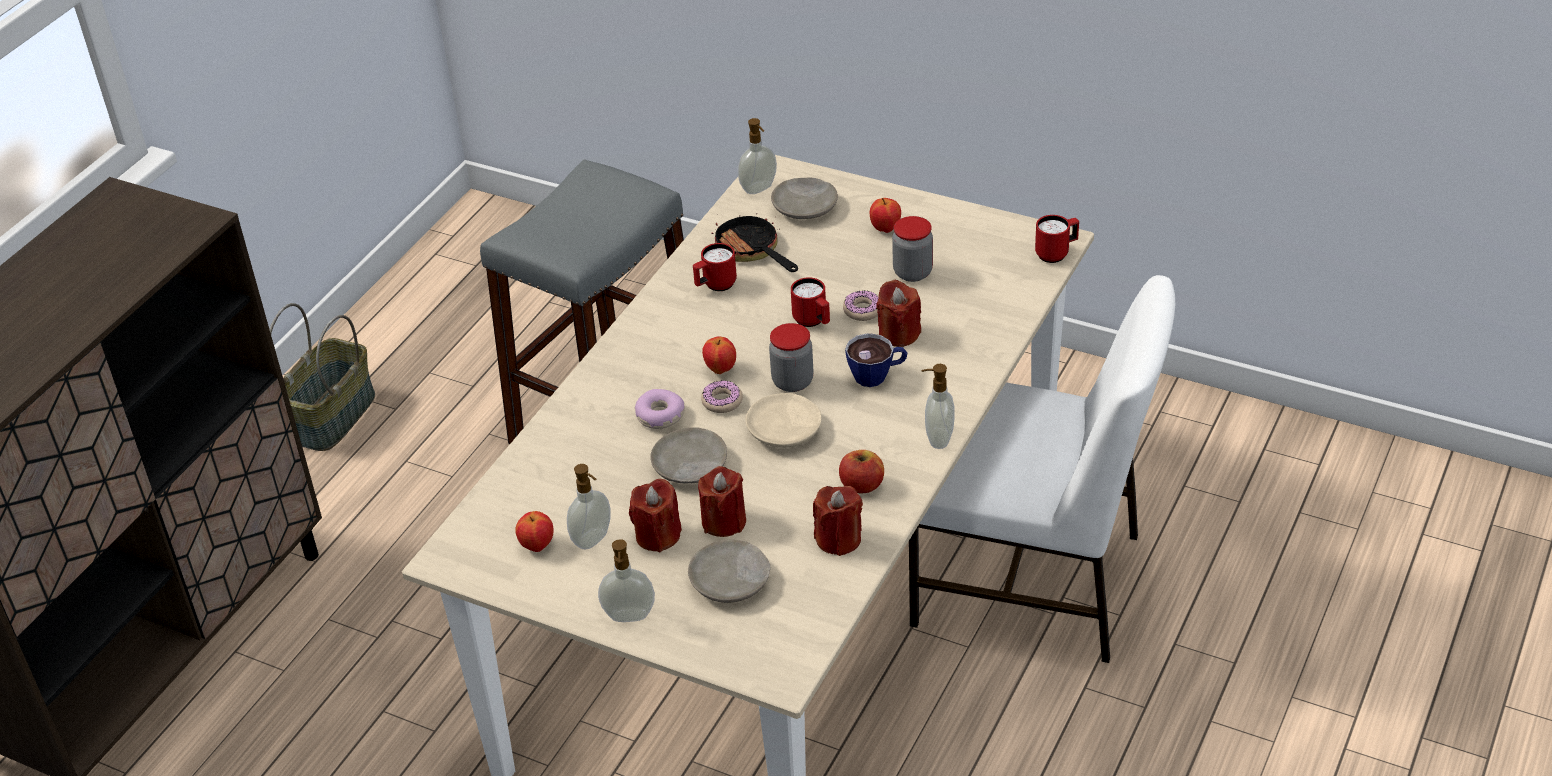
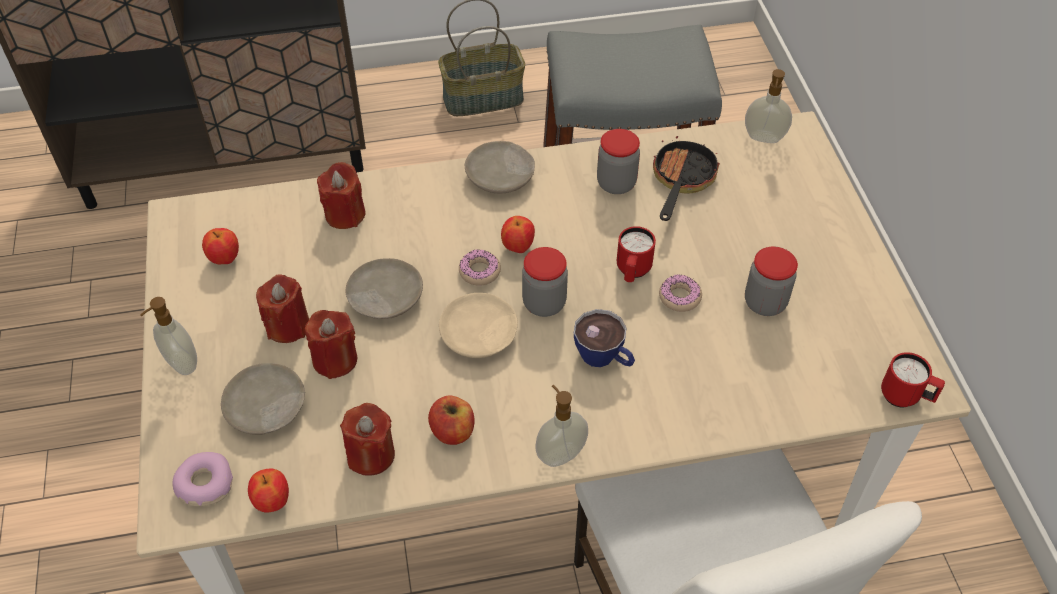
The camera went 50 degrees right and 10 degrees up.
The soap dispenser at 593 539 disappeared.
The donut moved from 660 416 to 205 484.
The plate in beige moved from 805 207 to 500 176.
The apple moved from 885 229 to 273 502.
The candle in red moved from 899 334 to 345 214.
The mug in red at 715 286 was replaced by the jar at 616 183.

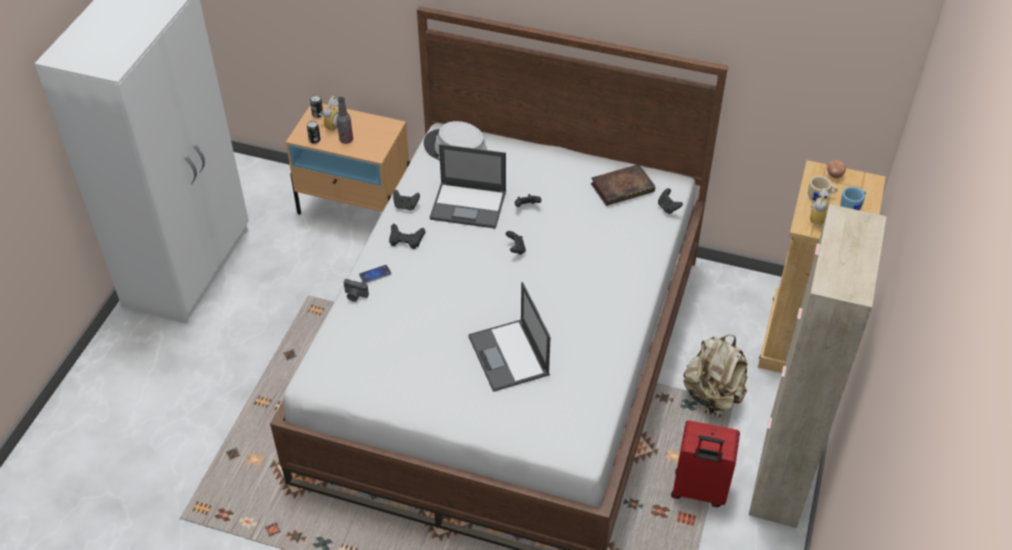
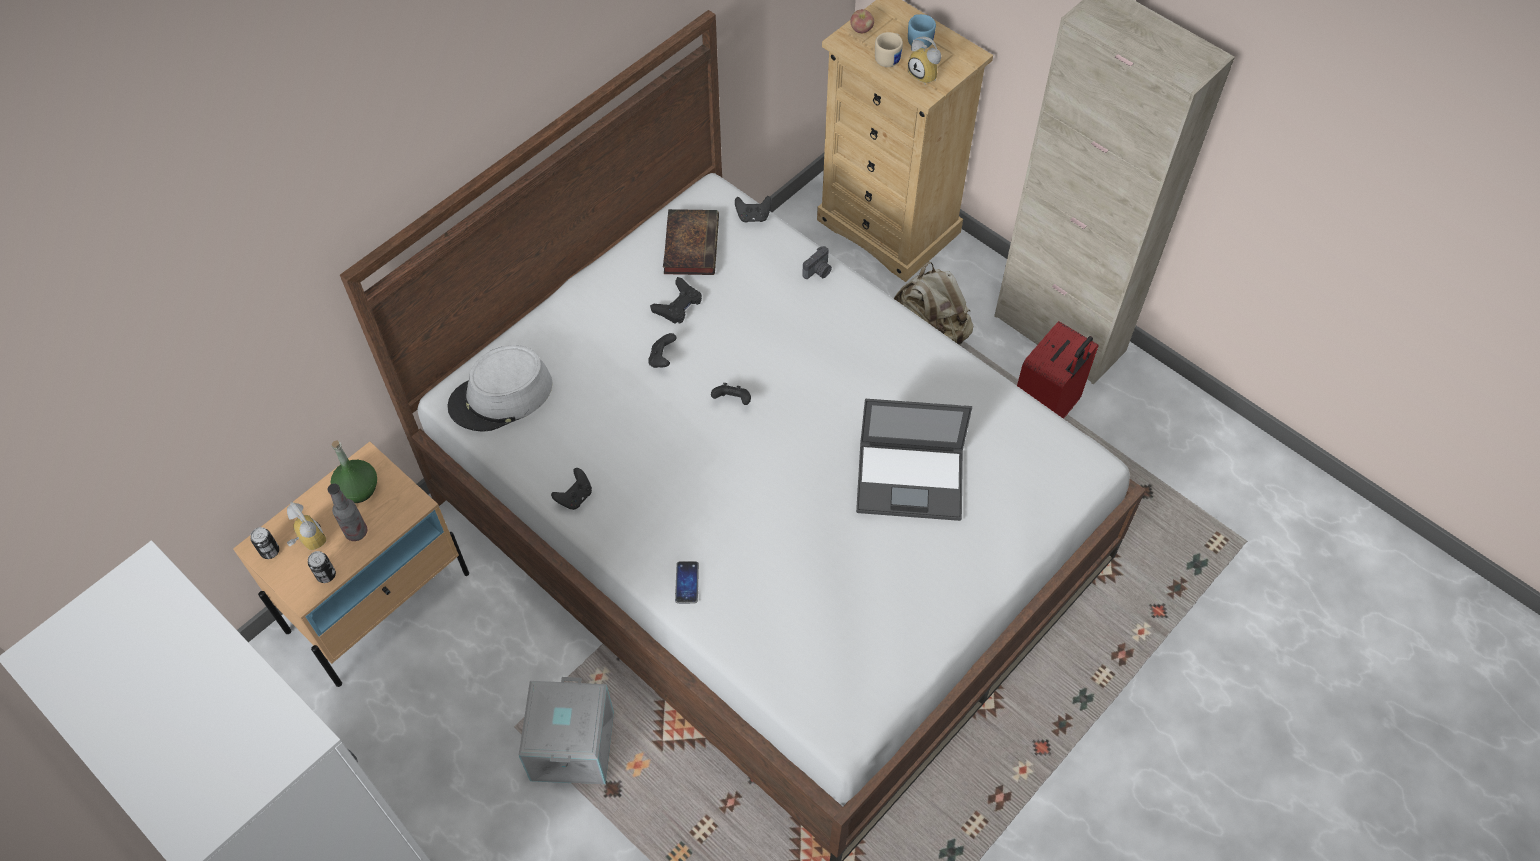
The camera went 65 degrees left and 10 degrees up.
The laptop at 469 205 disappeared.
The bottle in green at 357 489 appeared.
The storage box in grey at 570 745 appeared.
The photo camera moved from 355 296 to 818 271.
The game controller in black moved from 406 239 to 678 305.

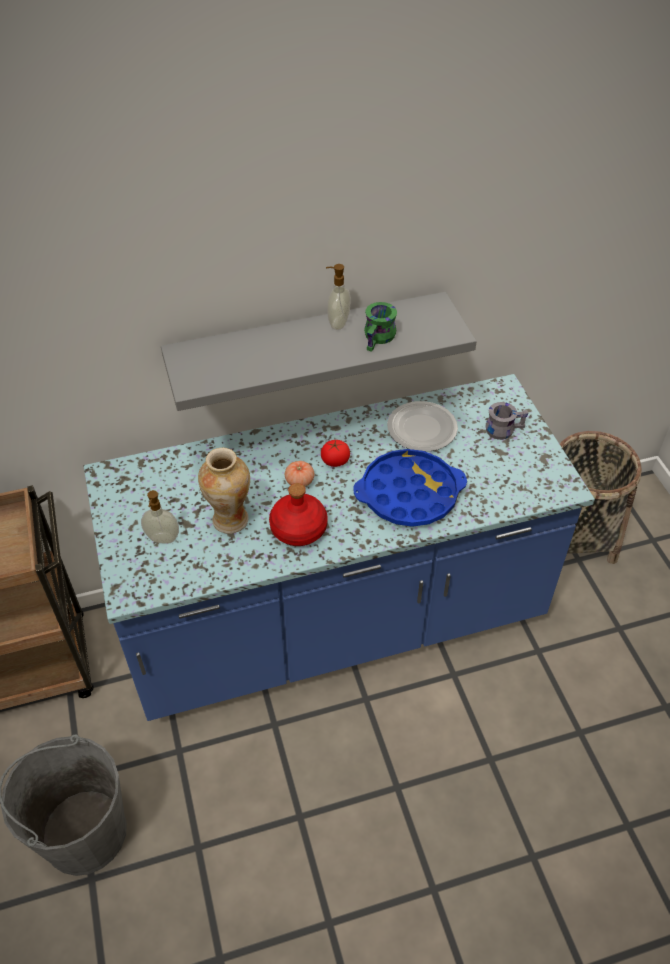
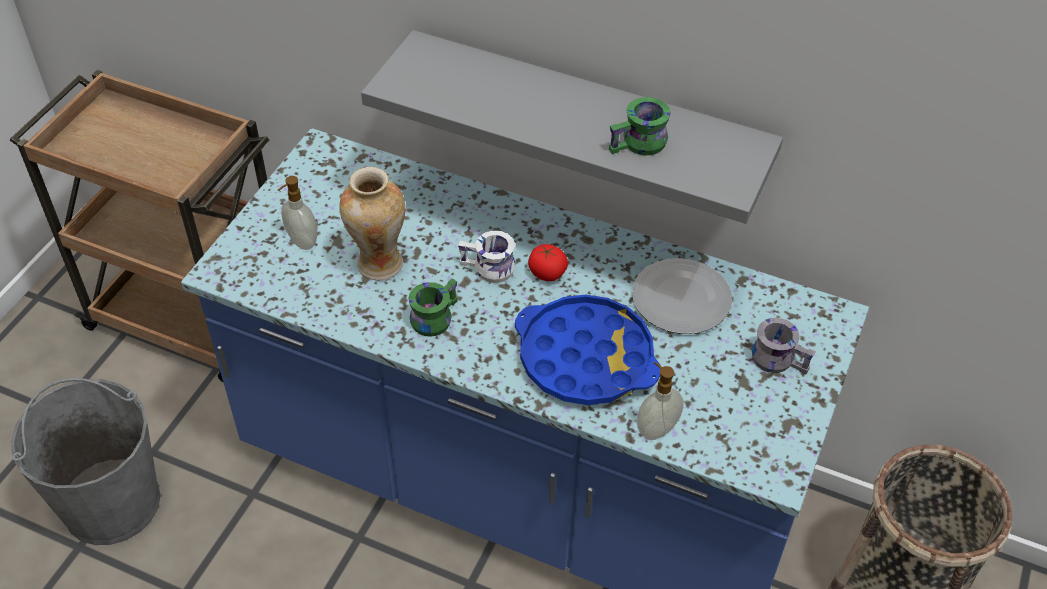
The camera went 40 degrees right and 0 degrees up.
The soap dispenser moved from 337 323 to 656 428.
The bottle in red at 298 528 was replaced by the mug in green at 433 316.
The tomato at 299 481 was replaced by the mug in white at 488 270.

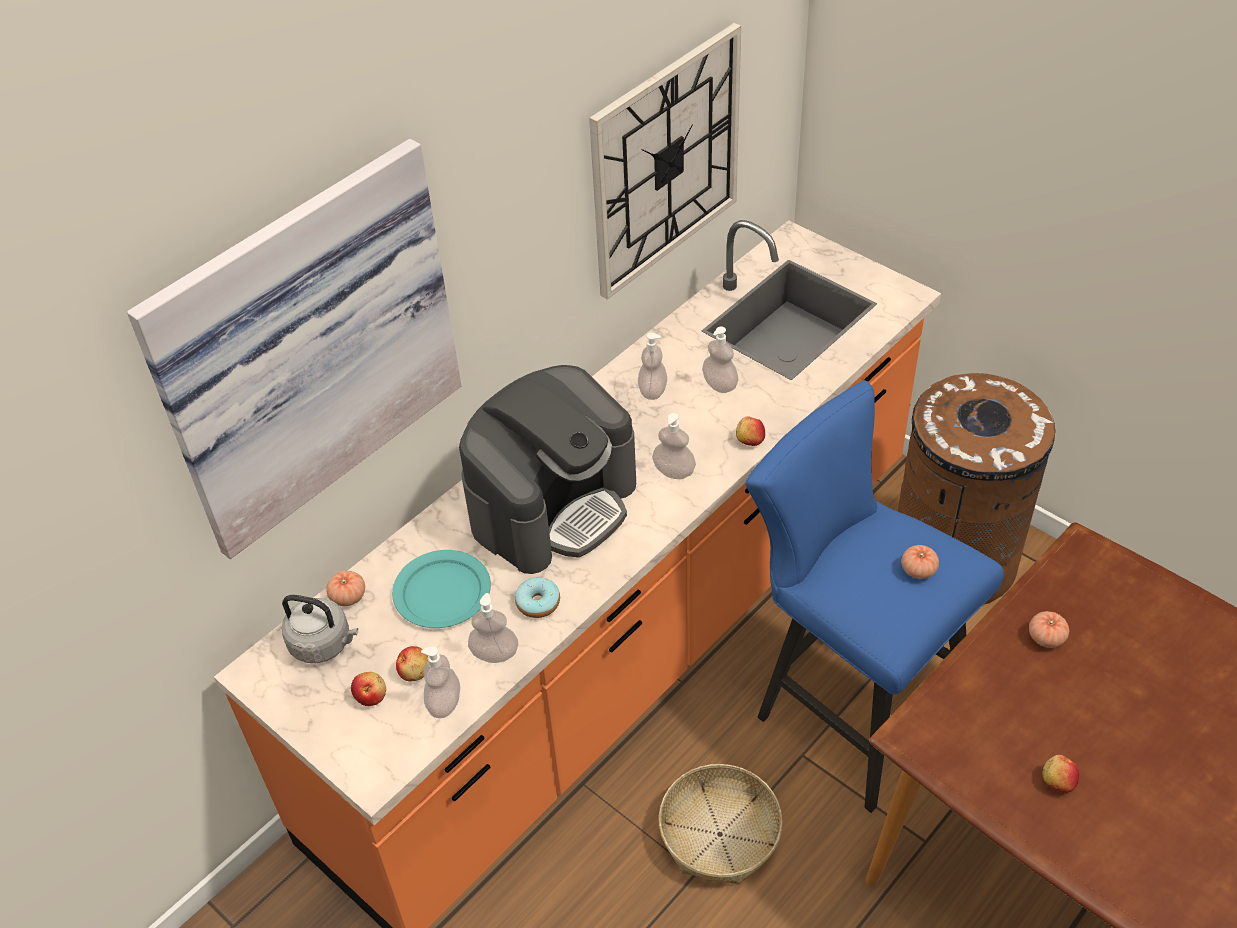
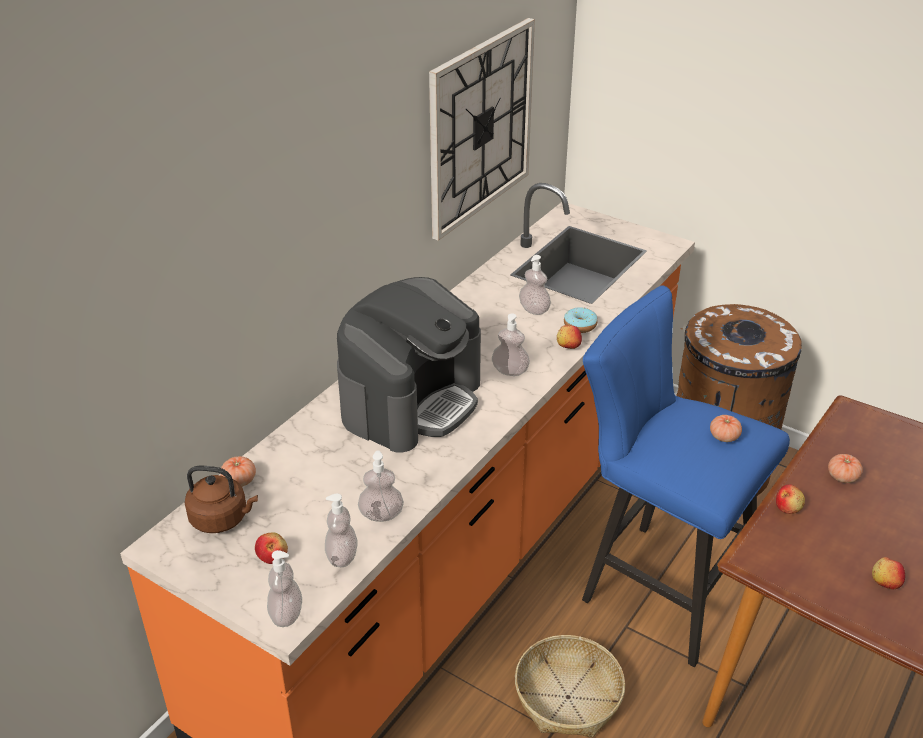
The camera went 10 degrees left and 10 degrees down.
The picture at 304 345 disappeared.
The plate in turquoise at 441 592 disappeared.
The apple moved from 415 672 to 788 508.
The donut moved from 538 603 to 580 325.
The soap dispenser moved from 652 391 to 286 614.
The kettle in grey at 324 644 became the kettle in brown at 222 519.

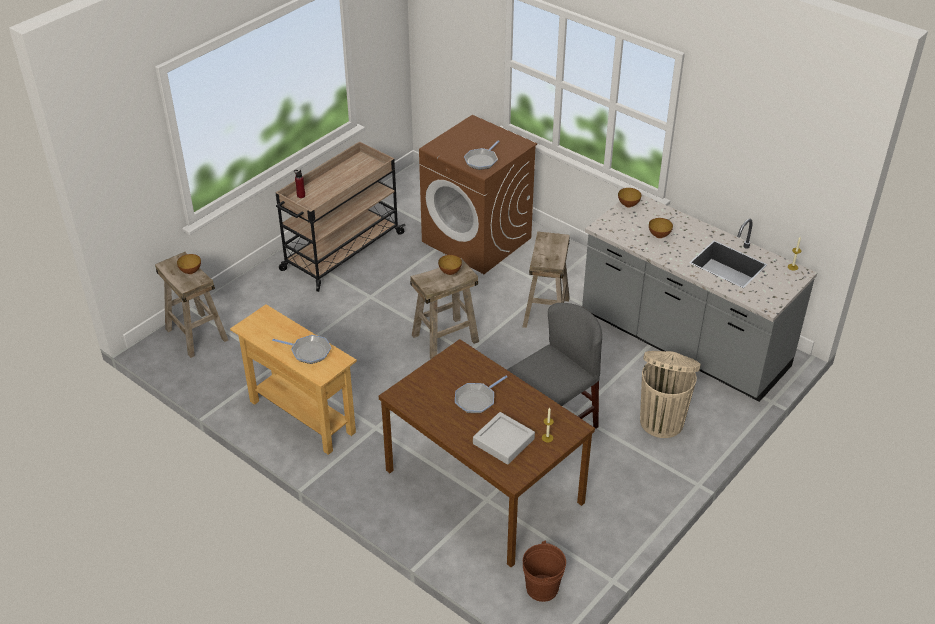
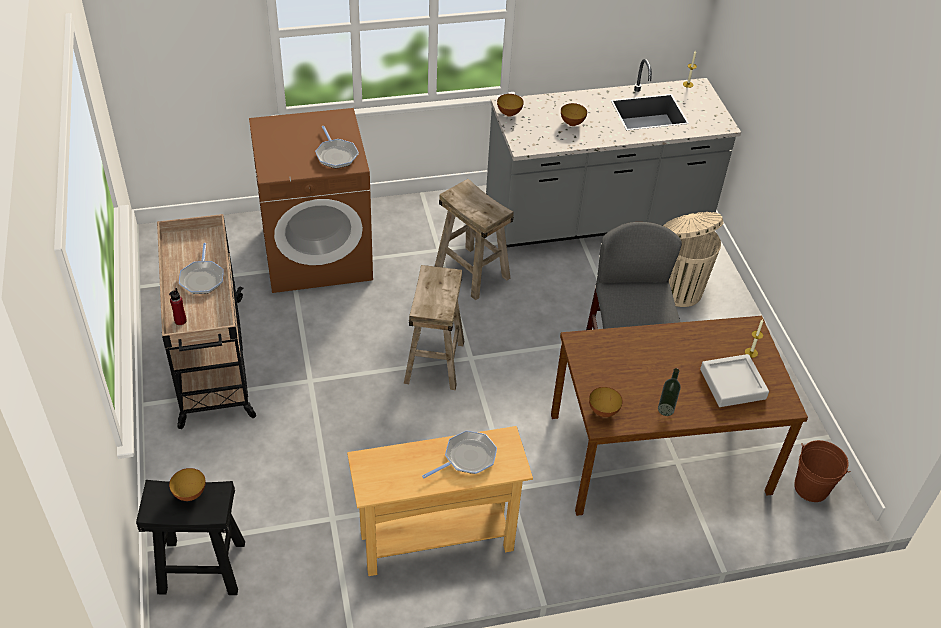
The camera went 55 degrees left and 5 degrees up.
The bottle at 665 409 appeared.
The bowl moved from 450 272 to 603 411.
The frying pan moved from 476 399 to 202 278.
The stool in beige at 196 334 became the stool in black at 201 568.

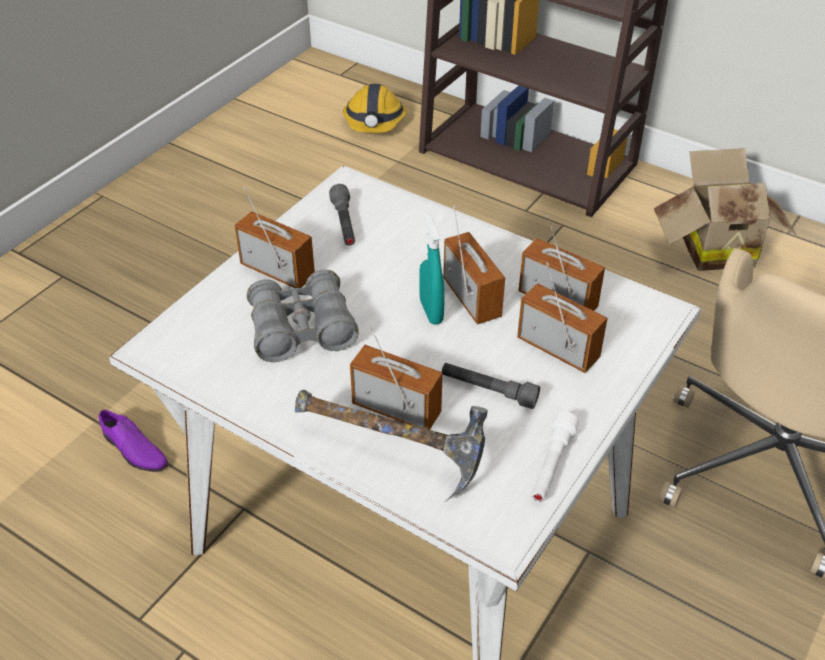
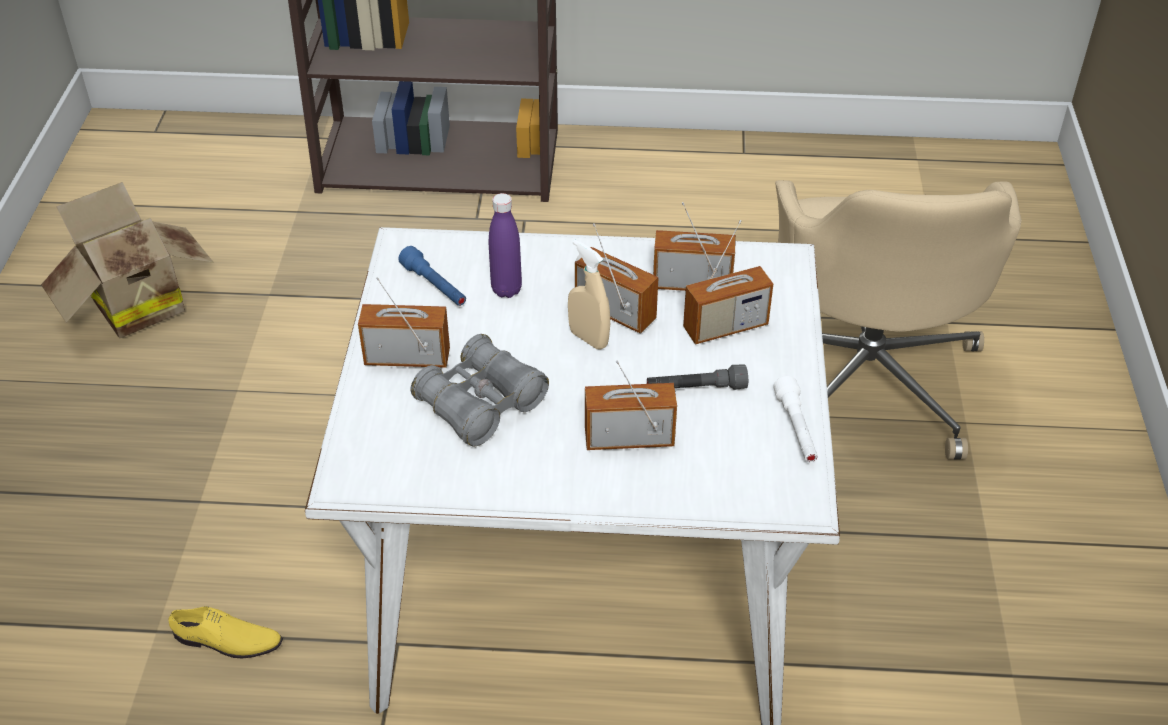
The camera went 30 degrees left and 0 degrees up.
The hammer at 393 456 disappeared.
The hard hat at 374 122 disappeared.
The bottle in purple at 506 289 appeared.
The cardboard box moved from 712 248 to 134 305.
The shoe in purple at 133 449 became the shoe in yellow at 227 641.
The flashlight in grey at 344 224 became the flashlight in blue at 434 286.
The spray bottle in turquoise at 431 312 became the spray bottle in beige at 588 339.
The radio at 558 348 turned 150 degrees clockwise.

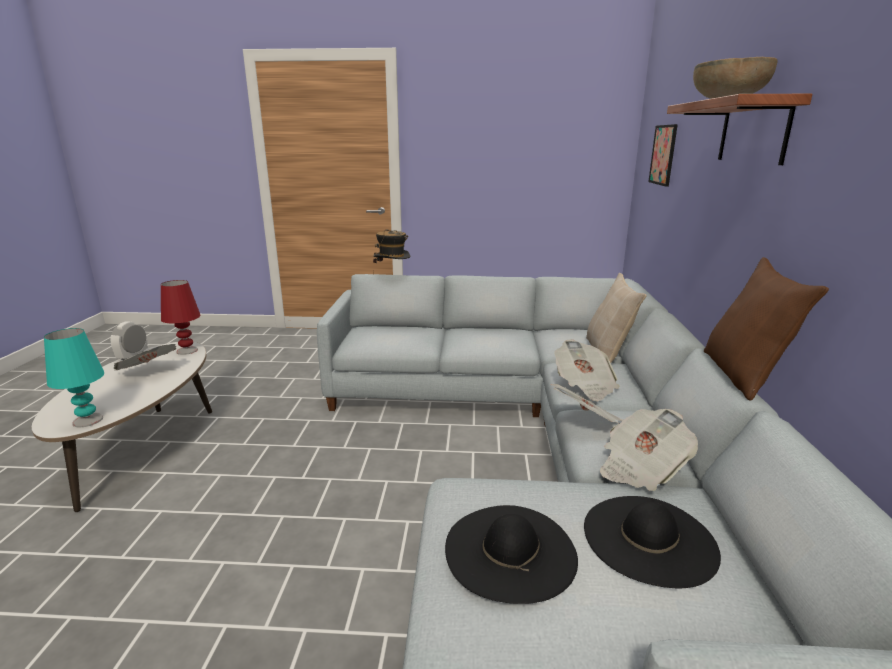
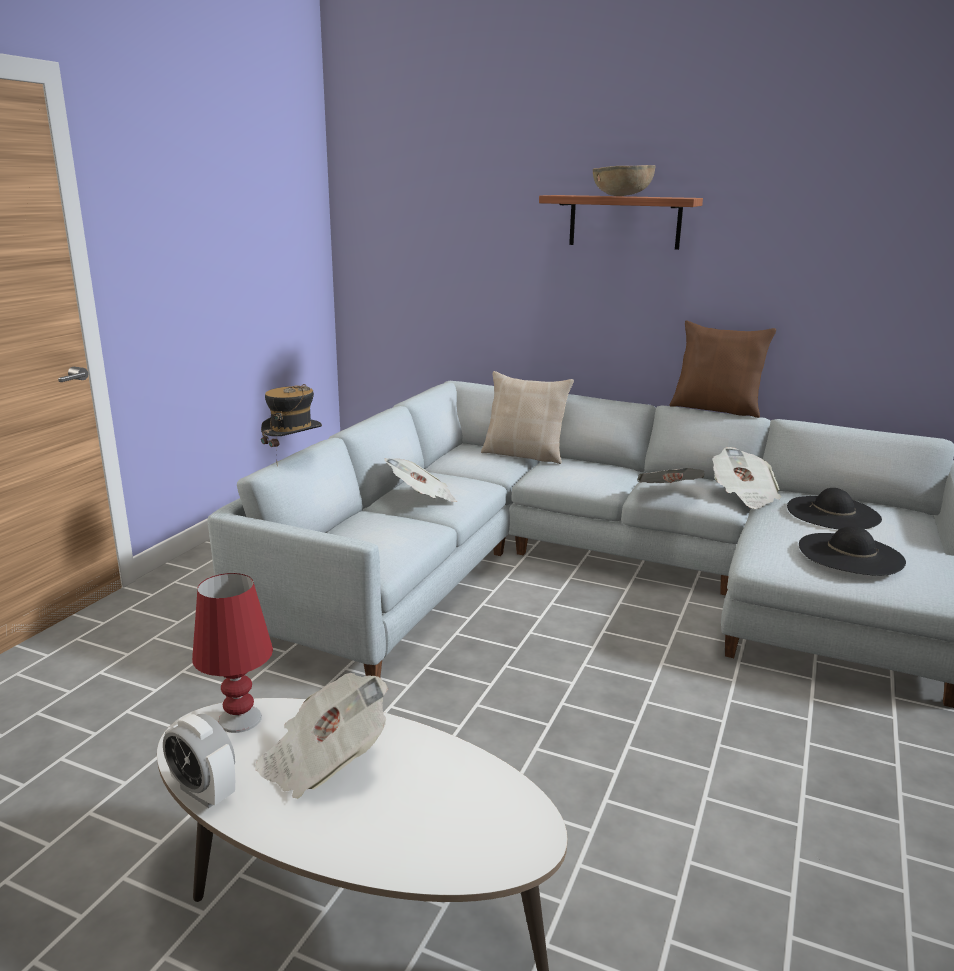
The camera went 70 degrees left and 0 degrees up.
The table lamp in turquoise at 88 420 disappeared.
The picture at 663 155 disappeared.
The newspaper moved from 584 386 to 422 498.

